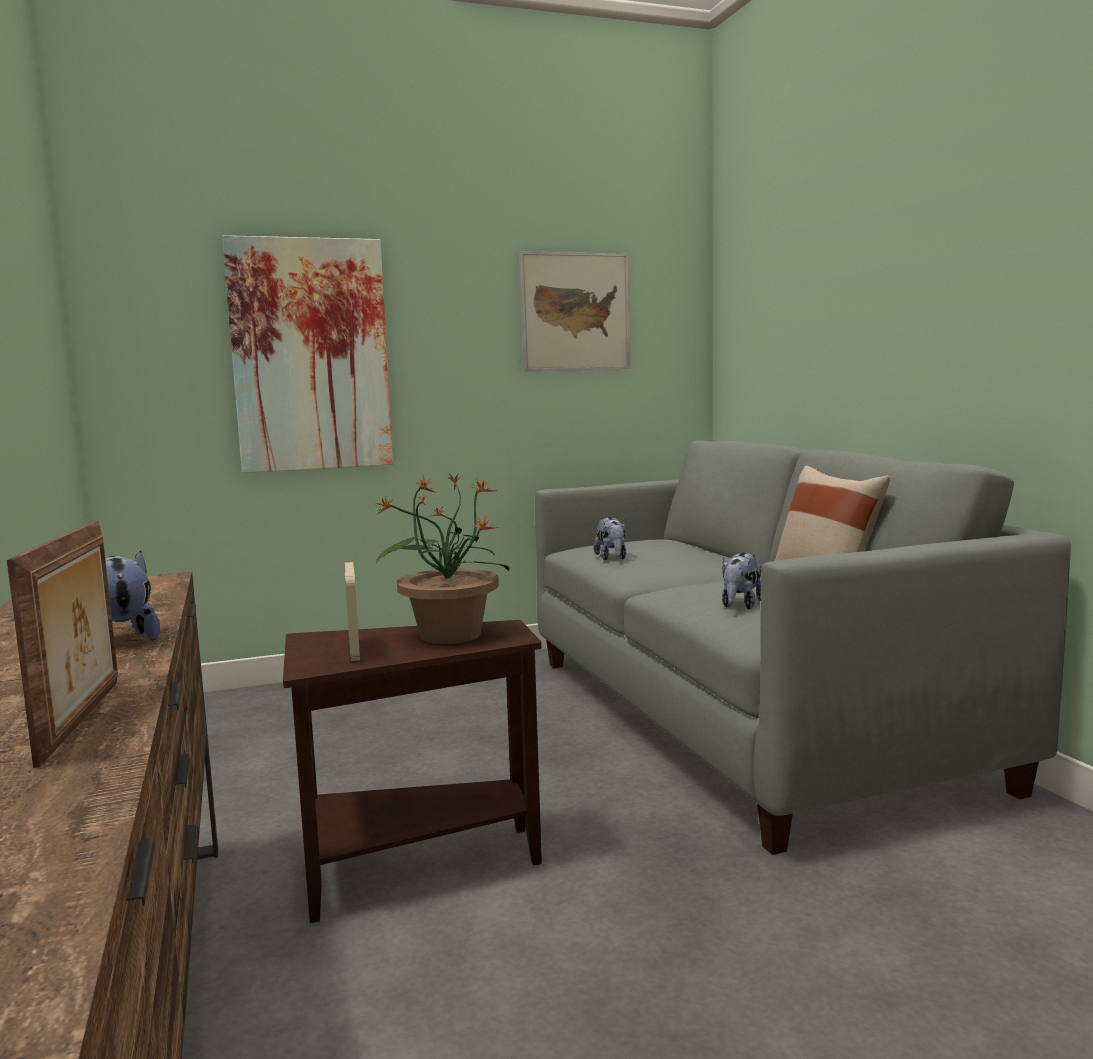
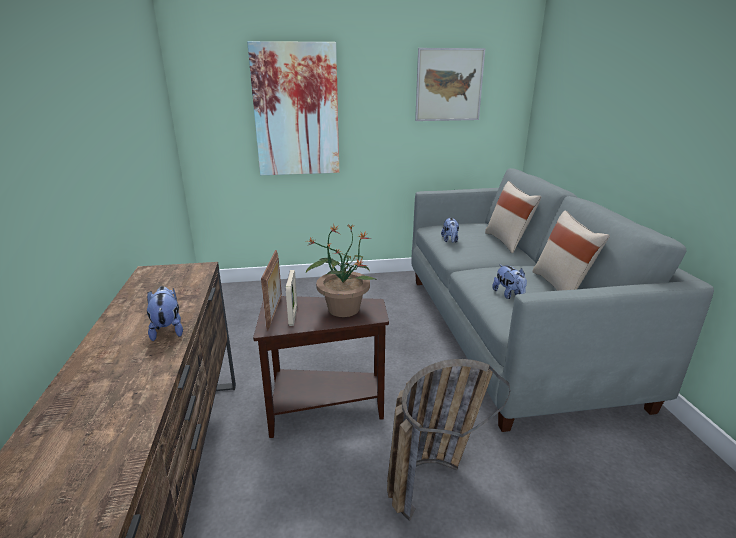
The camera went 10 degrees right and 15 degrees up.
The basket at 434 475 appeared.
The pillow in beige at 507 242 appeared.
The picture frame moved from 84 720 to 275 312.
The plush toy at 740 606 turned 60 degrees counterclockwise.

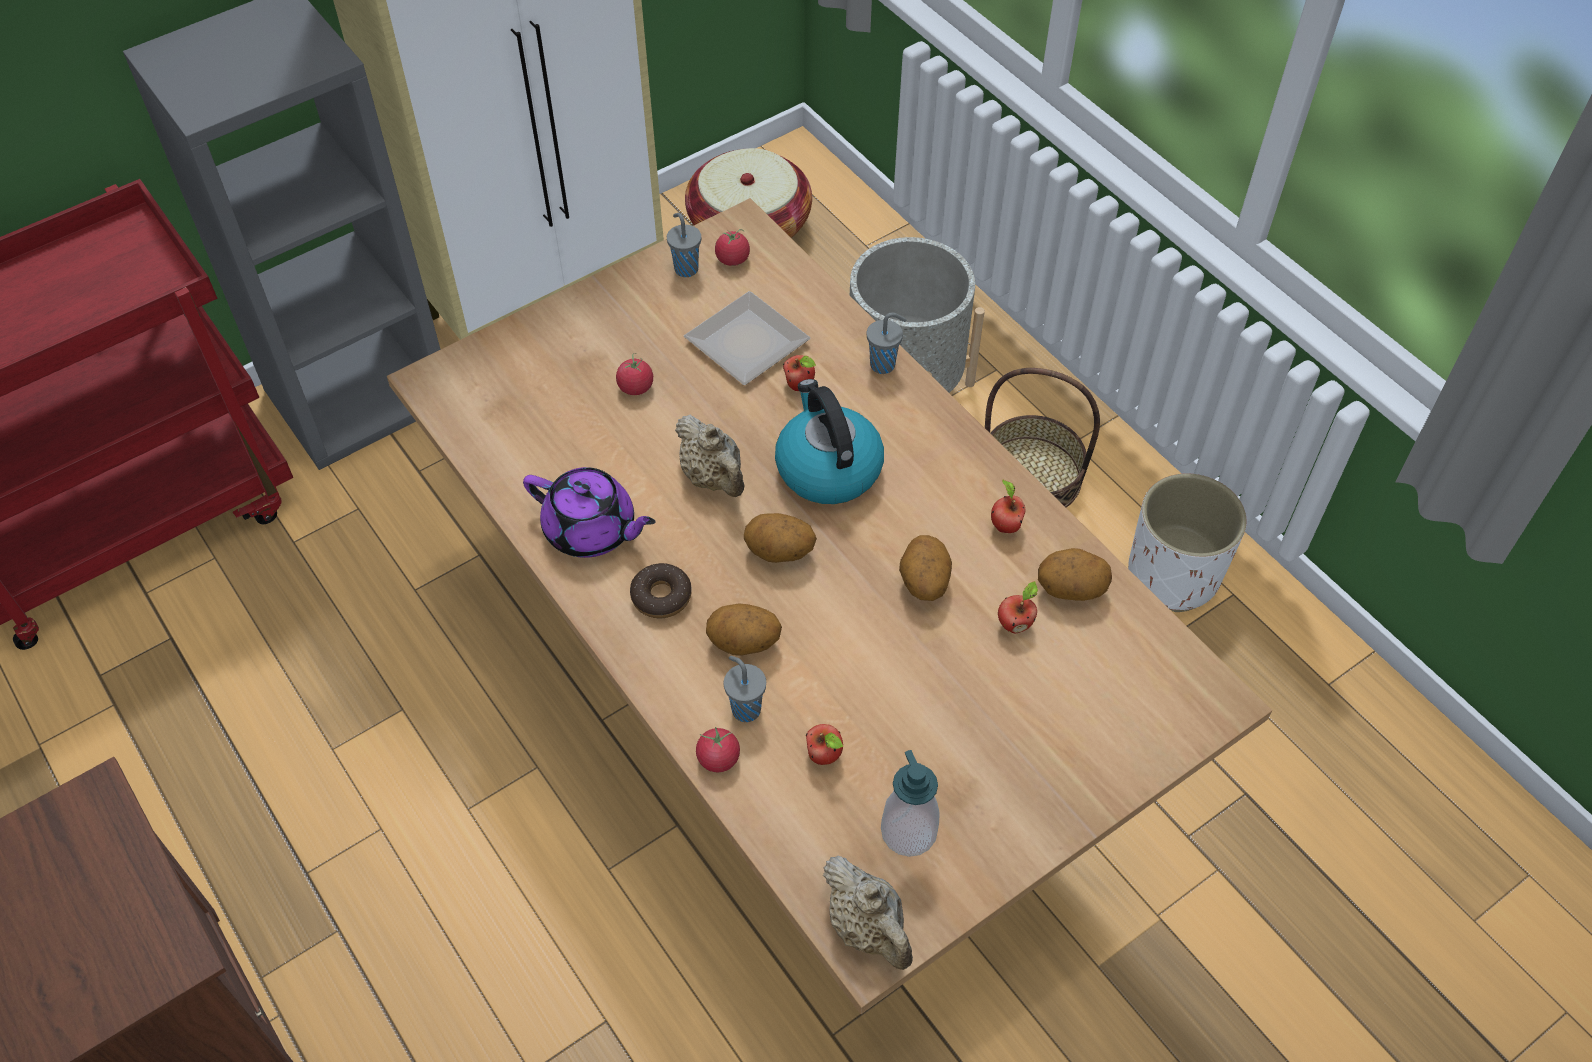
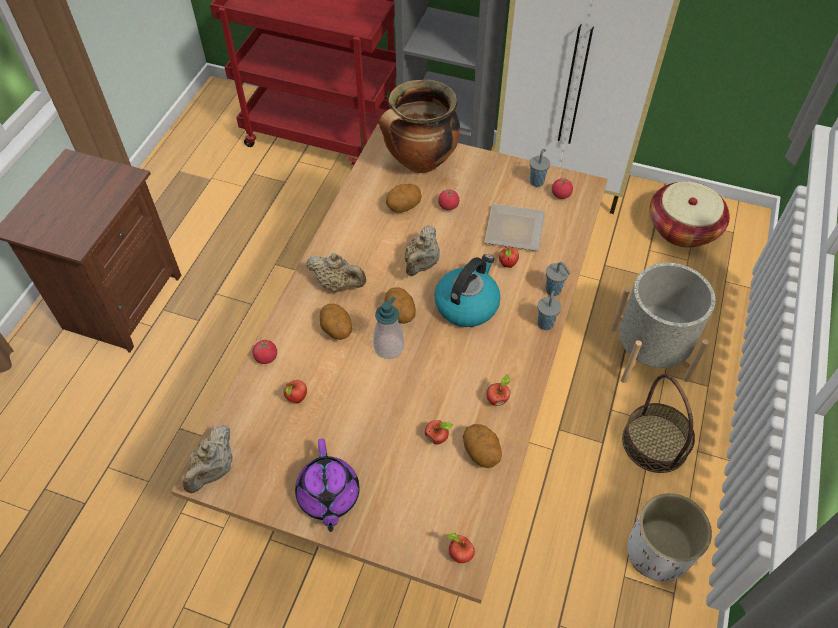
The camera went 55 degrees right and 0 degrees up.
The cooking pot at 420 162 appeared.
The apple at 459 555 appeared.
The teapot in purple moved from 591 530 to 328 496.
The cup in grey moved from 745 708 to 545 323.
The soap dispenser moved from 908 832 to 389 347.
The potato moved from 923 582 to 403 207.
The donut at 661 596 was replaced by the teapot in beige at 338 284.

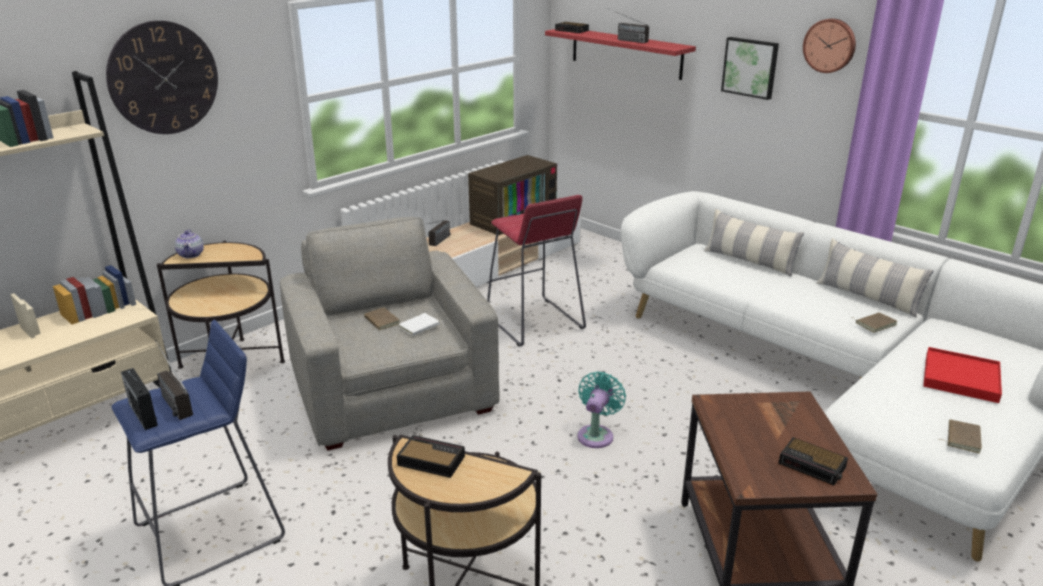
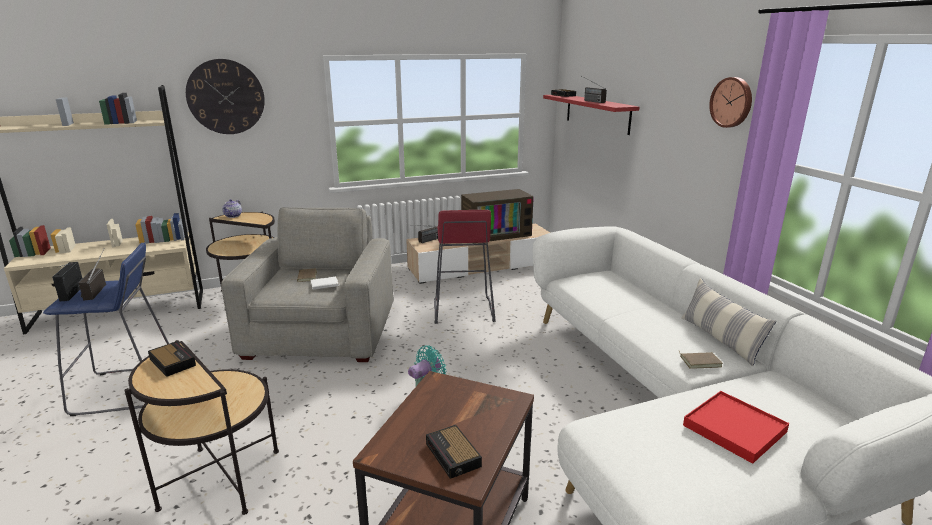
The camera went 25 degrees right and 5 degrees down.
The pillow at 749 261 disappeared.
The picture at 750 67 disappeared.
The book in brown at 961 438 disappeared.

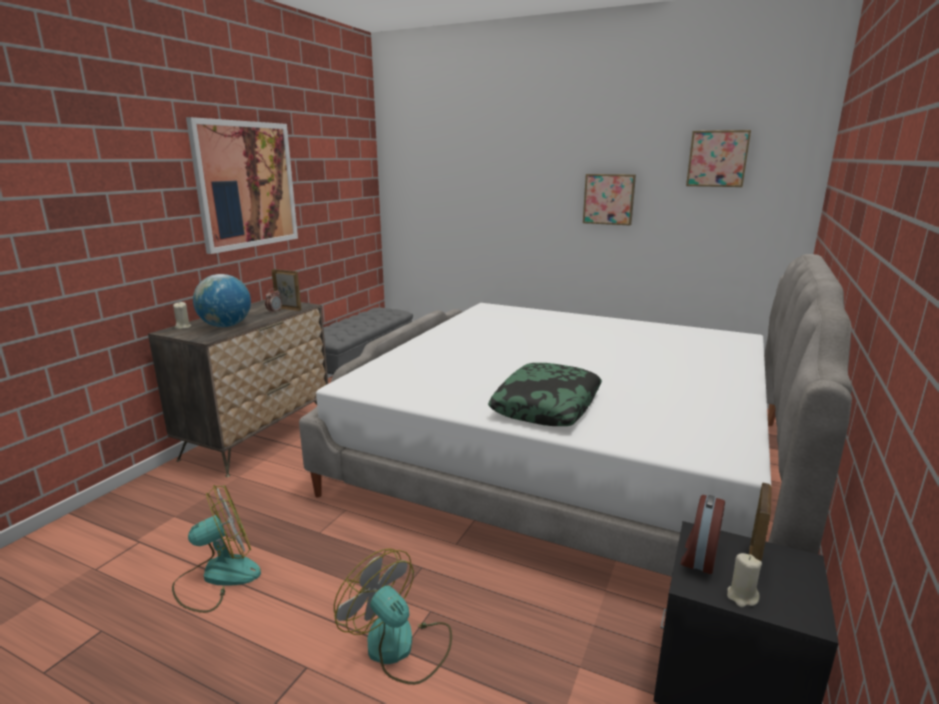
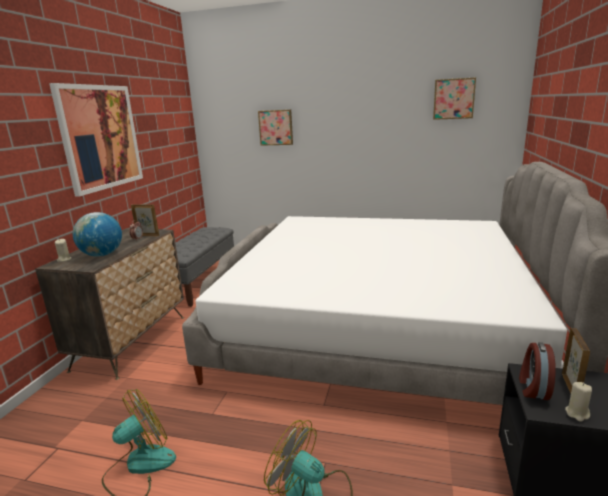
The camera went 10 degrees left and 0 degrees up.
The pillow at 547 406 disappeared.
The picture moved from 609 199 to 276 127.

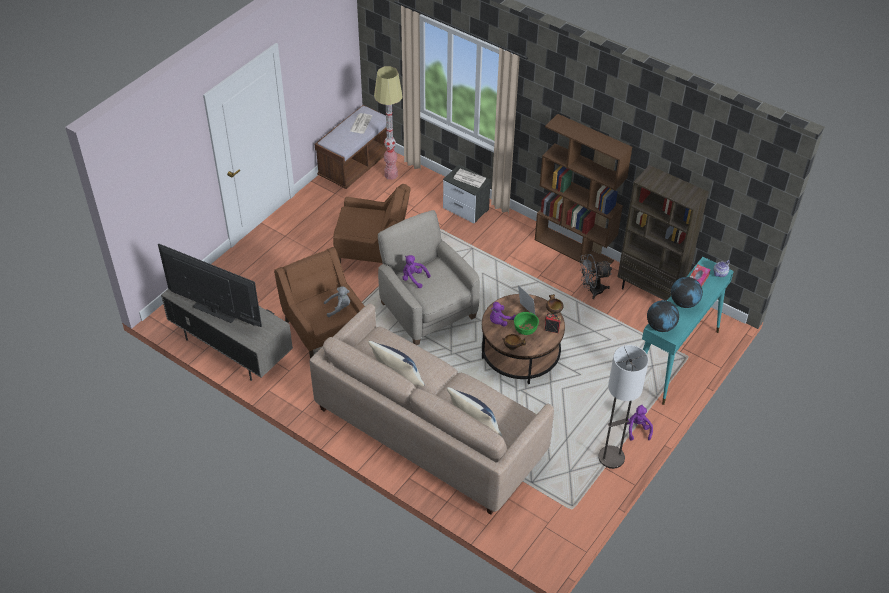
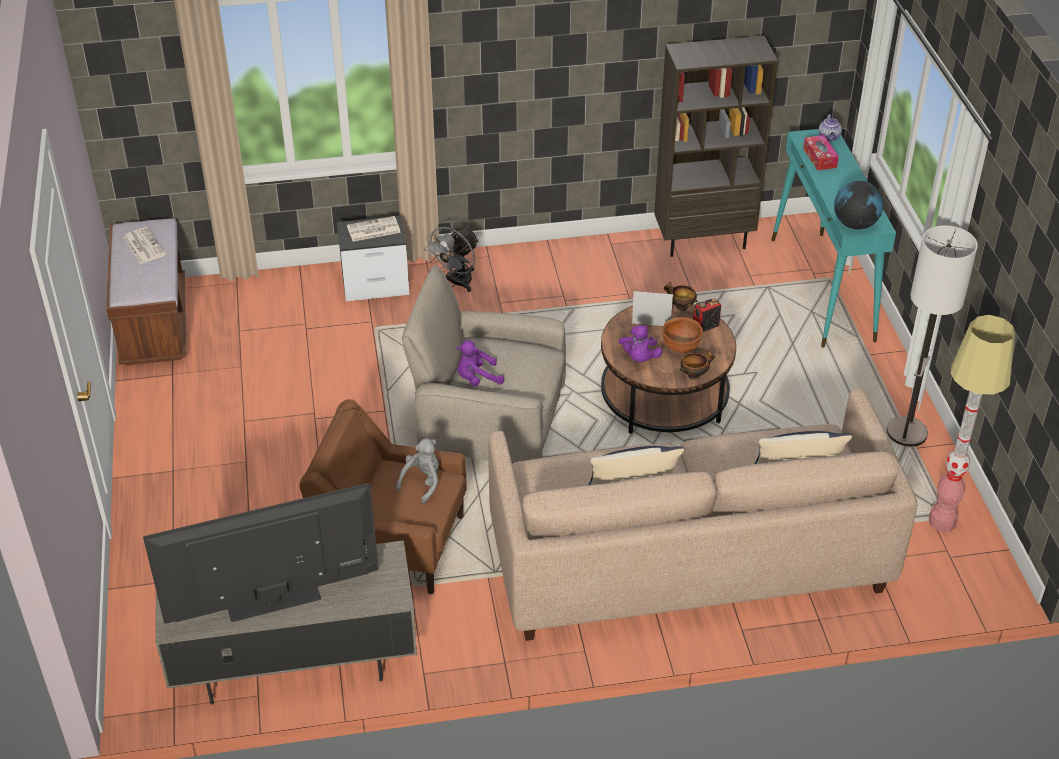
The camera went 45 degrees left and 5 degrees down.
The armchair in brown at 373 253 disappeared.
The bookcase in brown at 574 250 disappeared.
The plush toy in purple at 637 429 disappeared.
The globe at 684 302 disappeared.
The floor lamp moved from 391 175 to 942 522.
The fan in grey moved from 592 290 to 456 283.
The bowl in green at 525 330 became the bowl in brown at 681 348.

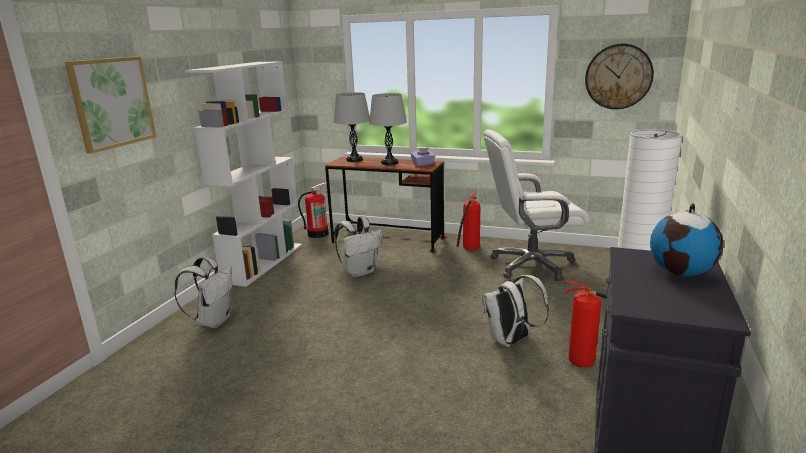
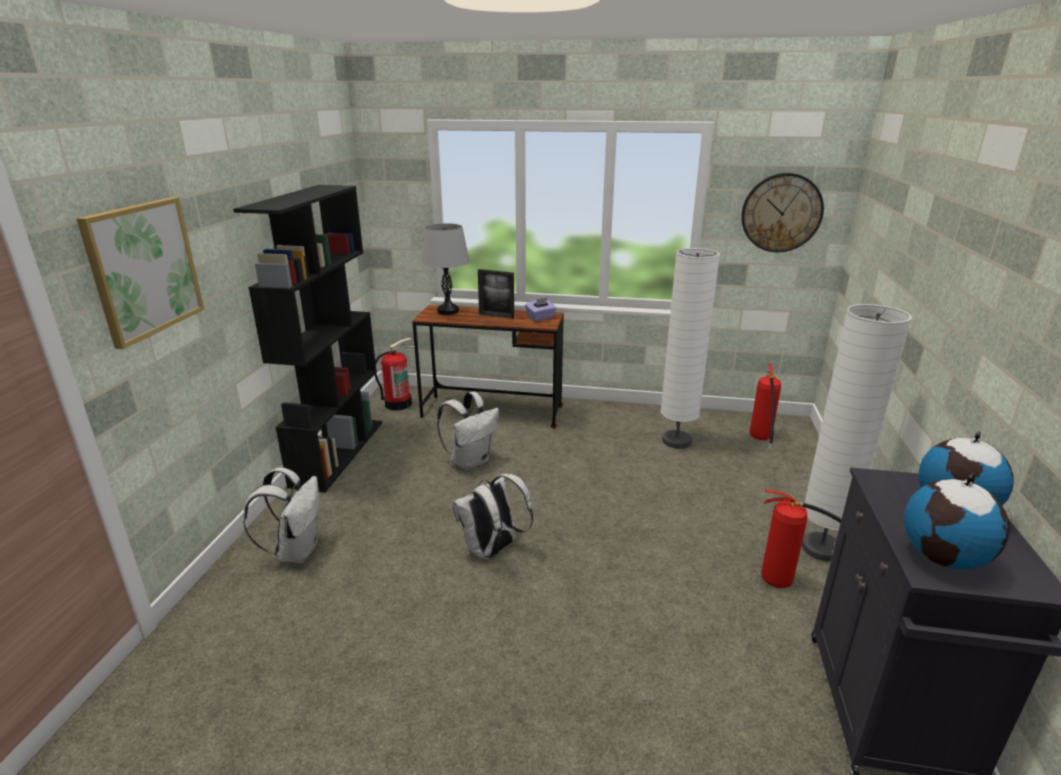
The camera went 10 degrees left and 5 degrees up.
The globe at 943 558 appeared.
The fire extinguisher moved from 468 251 to 761 442.
The backpack in white moved from 511 341 to 492 550.
The table lamp in grey at 389 163 was replaced by the picture frame at 496 316.
The office chair in white at 531 265 was replaced by the floor lamp in white at 676 441.
The bookcase in white at 263 262 became the bookcase in black at 338 452.

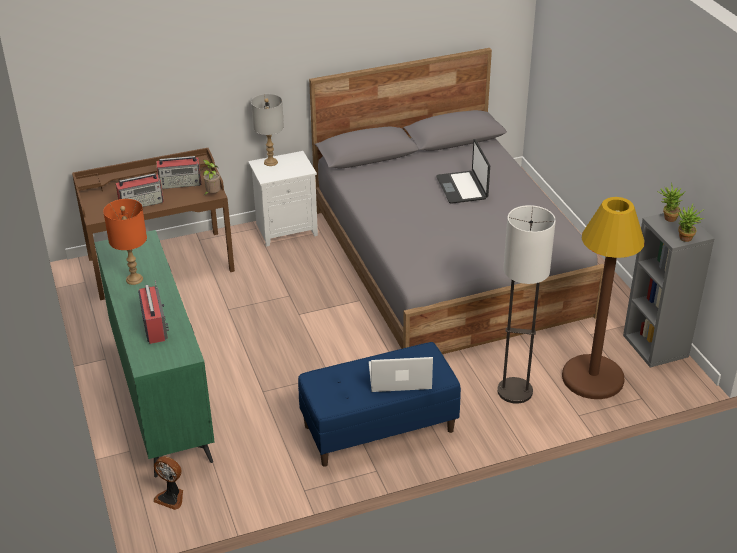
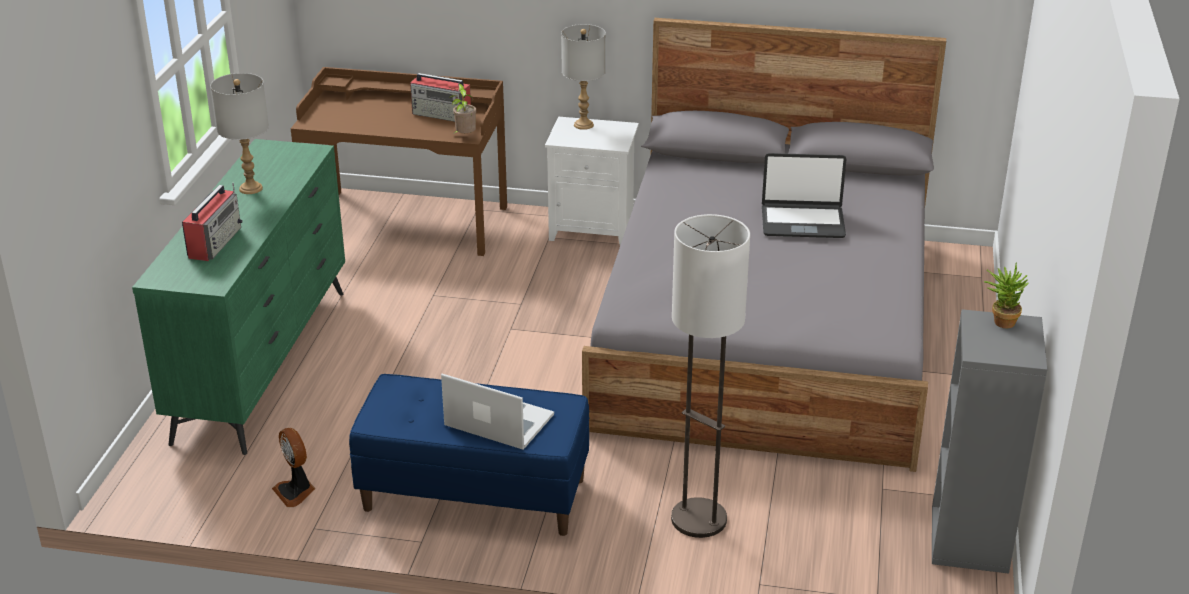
The camera went 30 degrees right and 5 degrees down.
The radio at 142 203 disappeared.
The floor lamp in brown at 592 378 disappeared.
The potted plant at 685 239 disappeared.
The fan moved from 171 497 to 295 491.
The table lamp in orange at 134 279 became the table lamp in grey at 250 189.
The laptop at 462 188 turned 105 degrees counterclockwise.

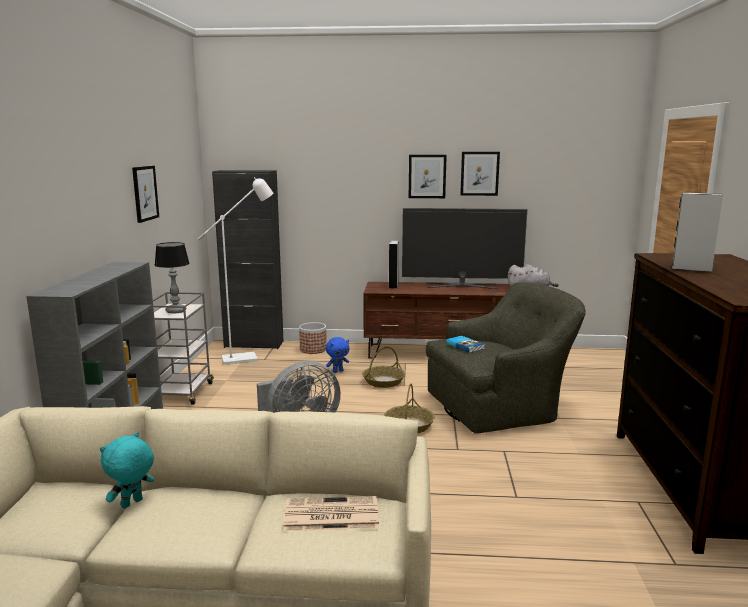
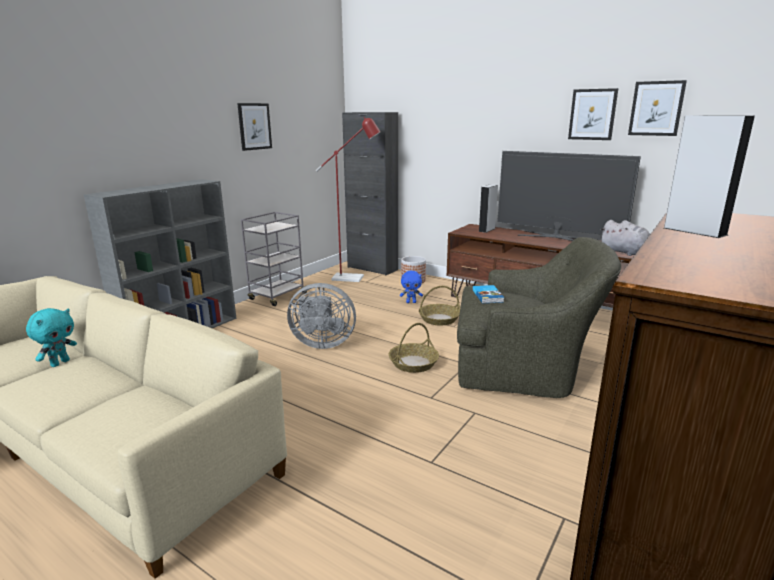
The camera went 30 degrees right and 5 degrees up.
The table lamp at 176 311 disappeared.
The newspaper at 330 515 disappeared.
The picture moved from 427 176 to 656 108.
The floor lamp in white at 246 358 became the floor lamp in red at 353 278.
The plush toy in turquoise at 132 504 turned 135 degrees clockwise.

